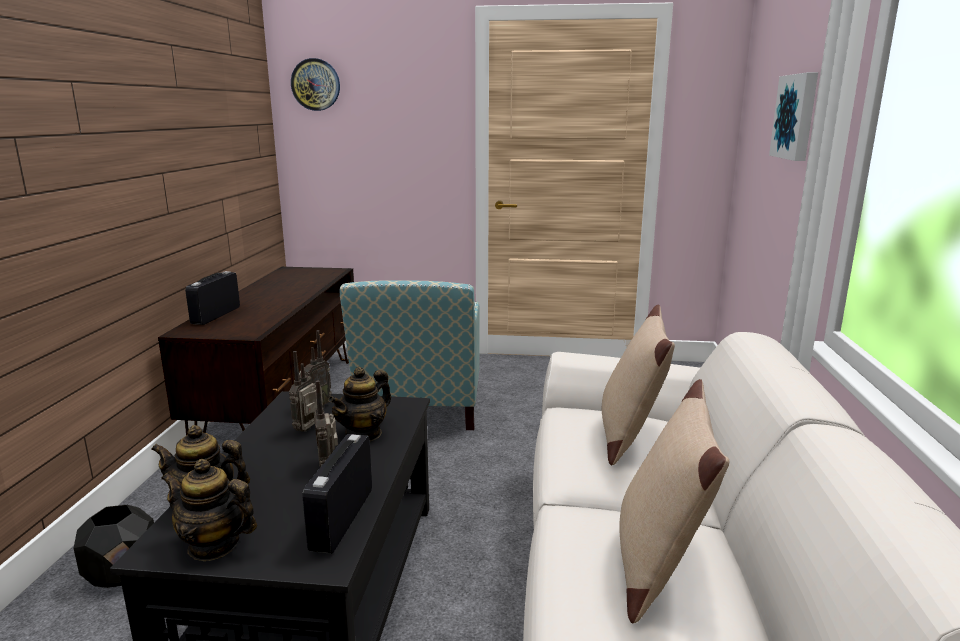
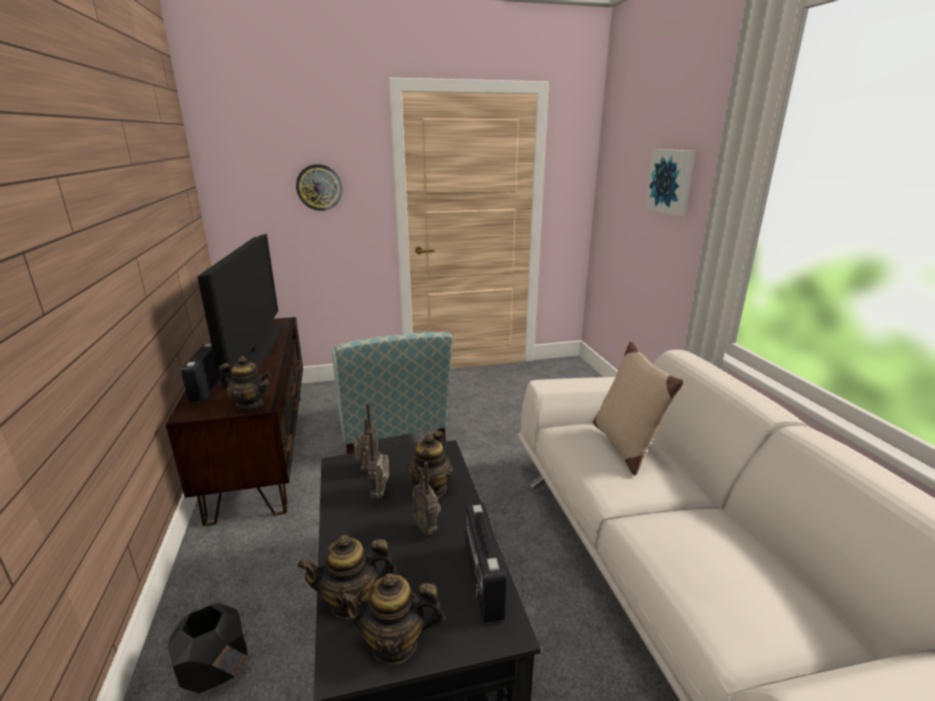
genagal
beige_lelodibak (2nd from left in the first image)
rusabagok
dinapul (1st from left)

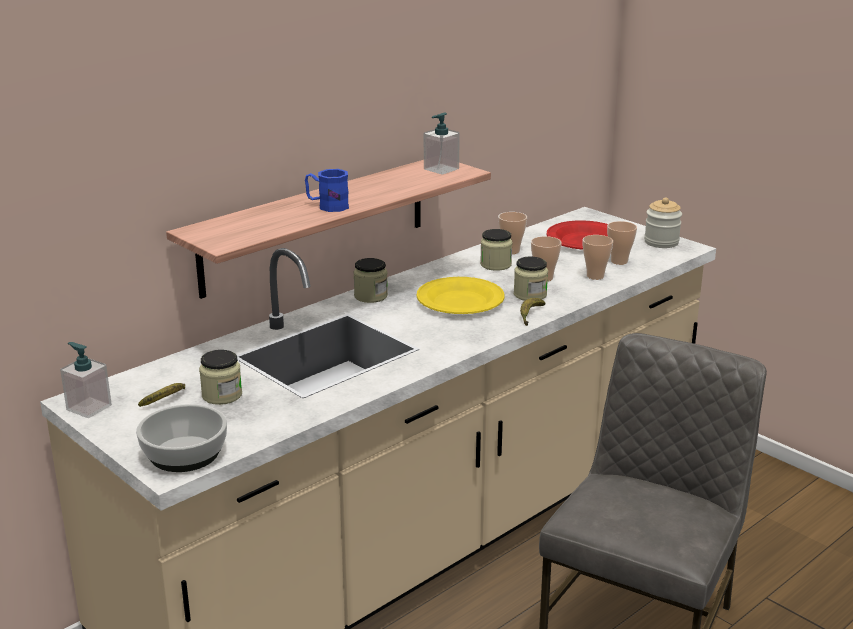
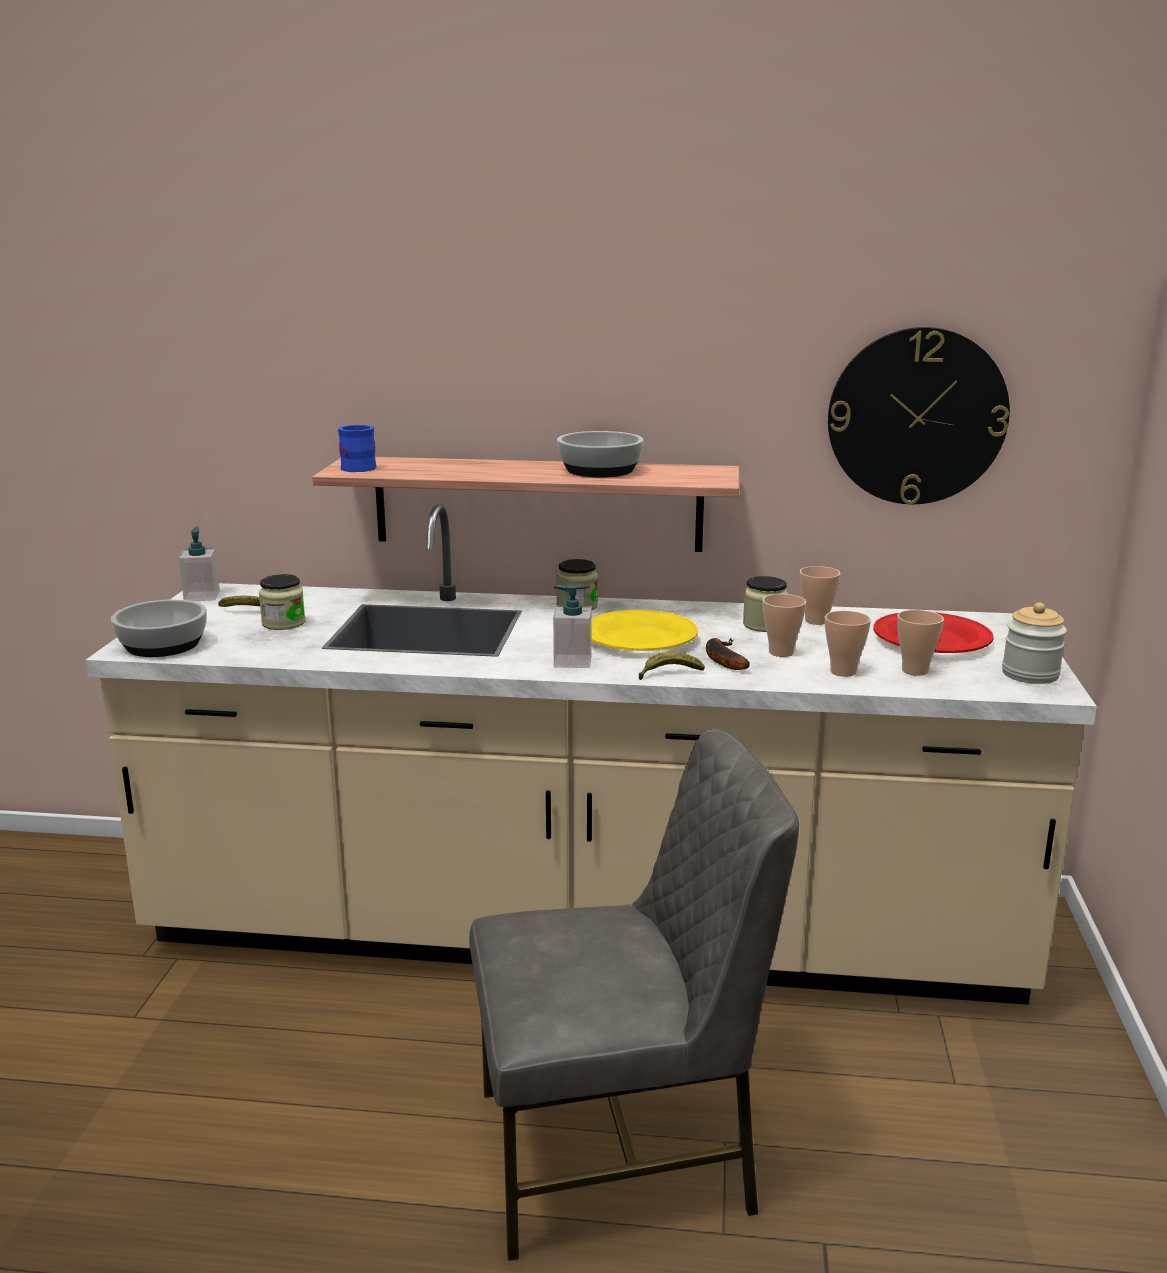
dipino (2nd from left)
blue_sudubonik
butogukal (3rd from left)
genagal
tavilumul (2nd from left)

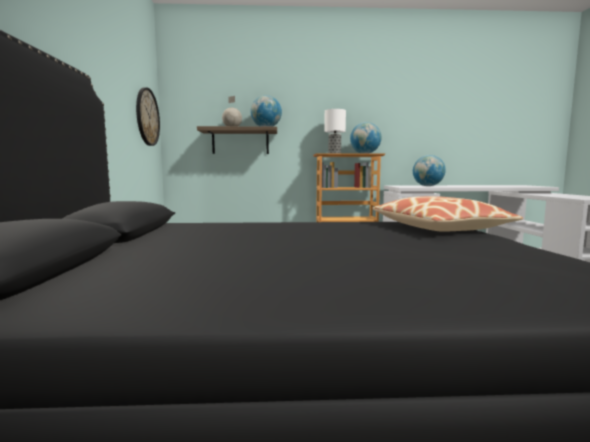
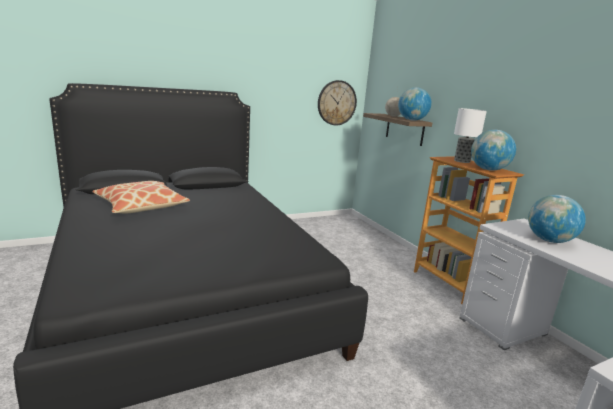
lelodibak

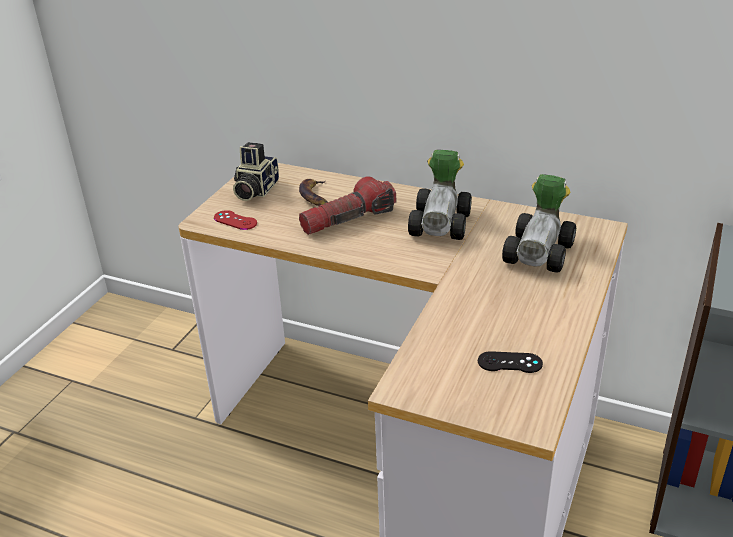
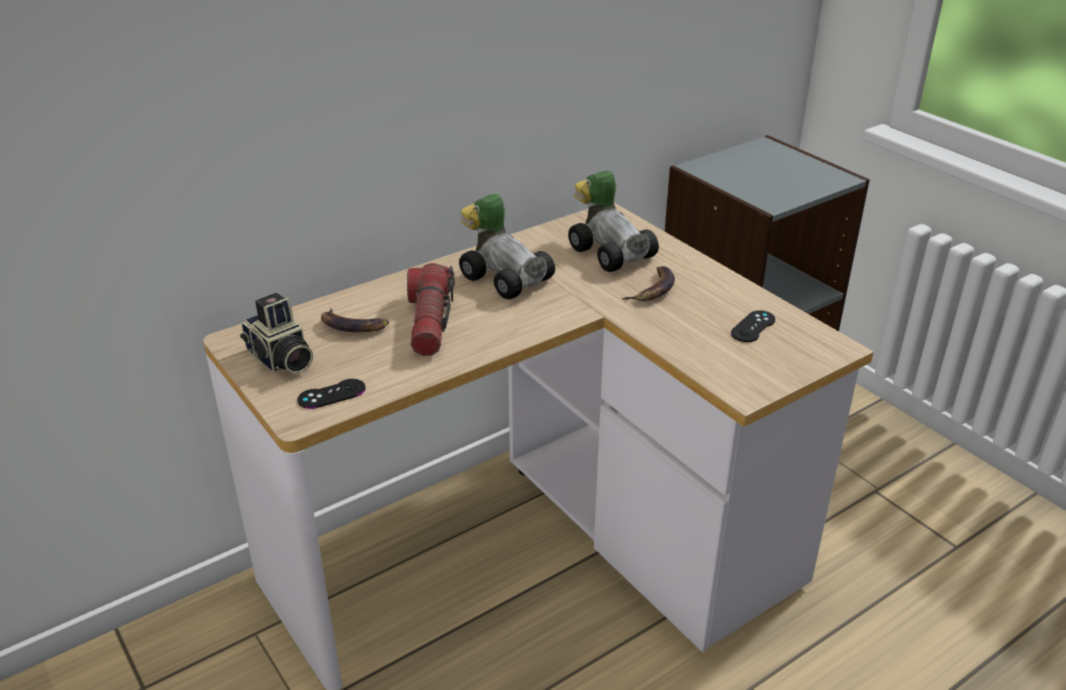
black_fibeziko (1st from left)
butogukal (2nd from left)

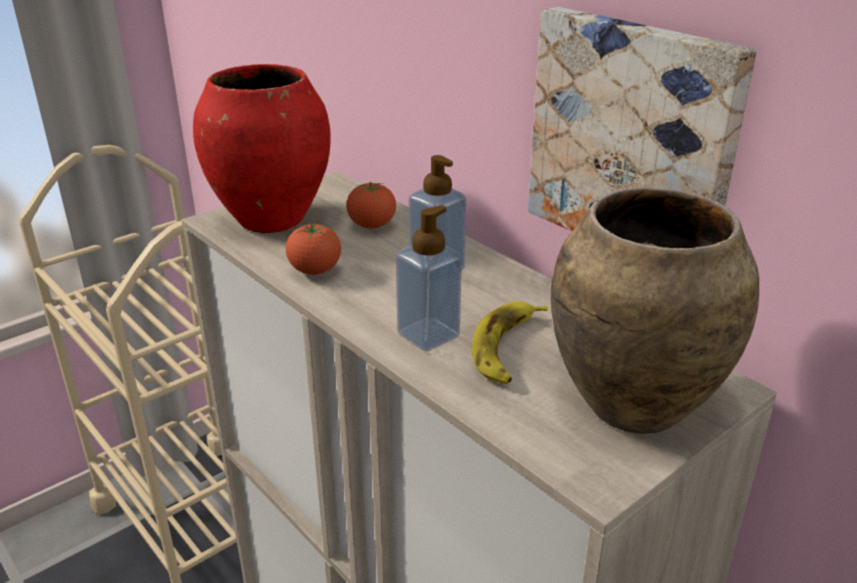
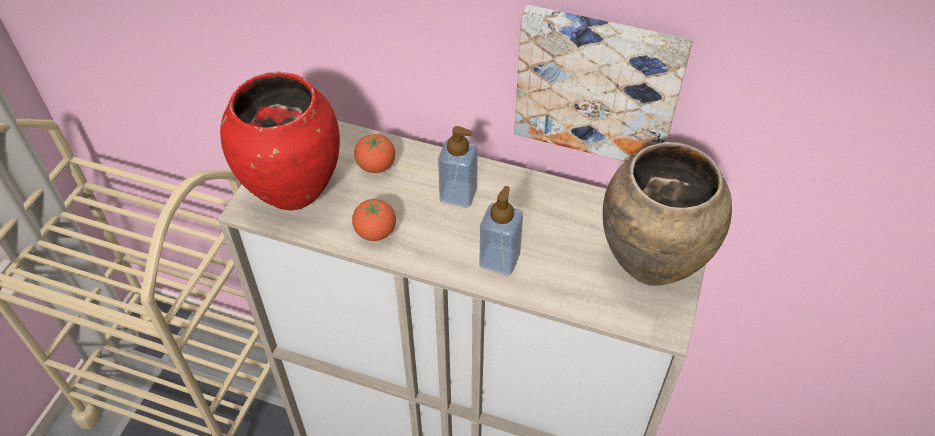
butogukal

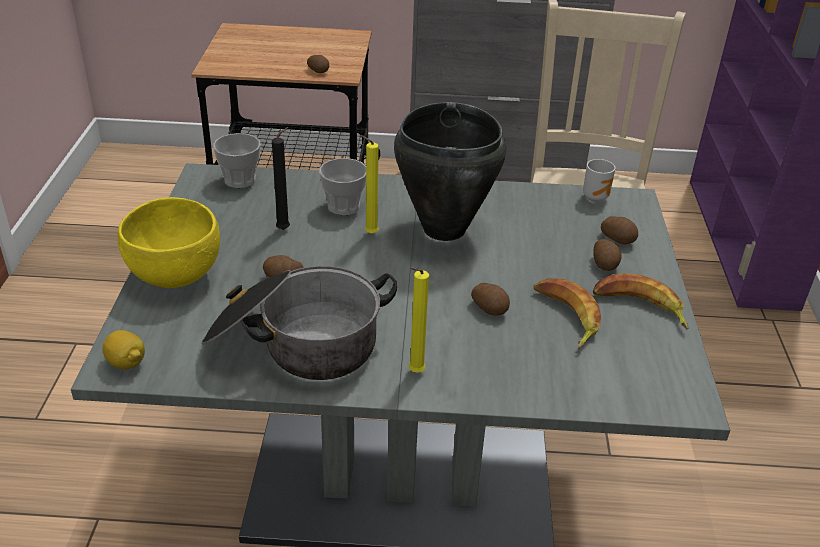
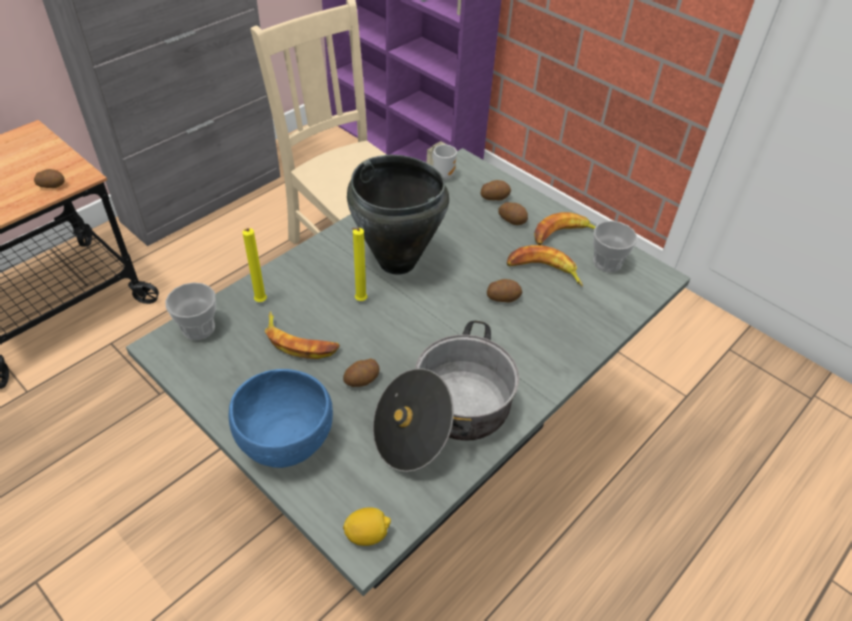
butogukal (1st from left)
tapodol (2nd from left)
blue_tavilumul
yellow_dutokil (1st from left)

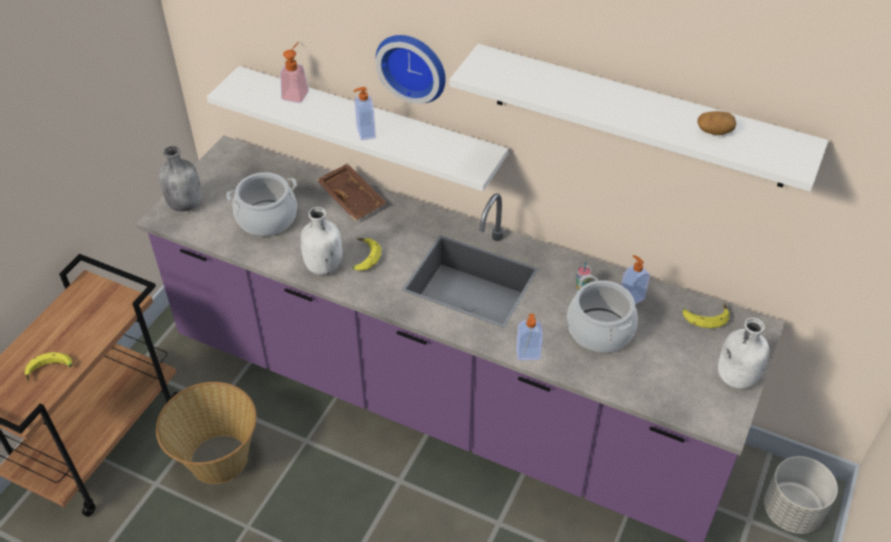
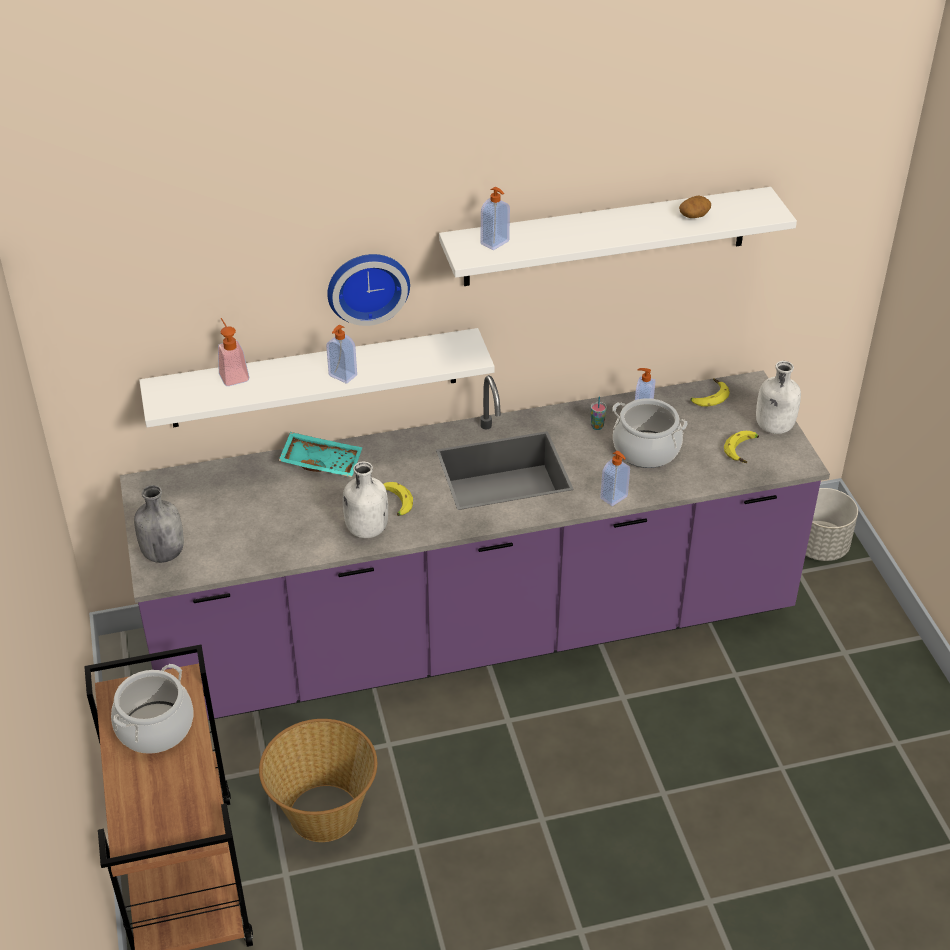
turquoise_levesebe
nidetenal (1st from left)
butogukal (3rd from left)
dipino (3rd from left)

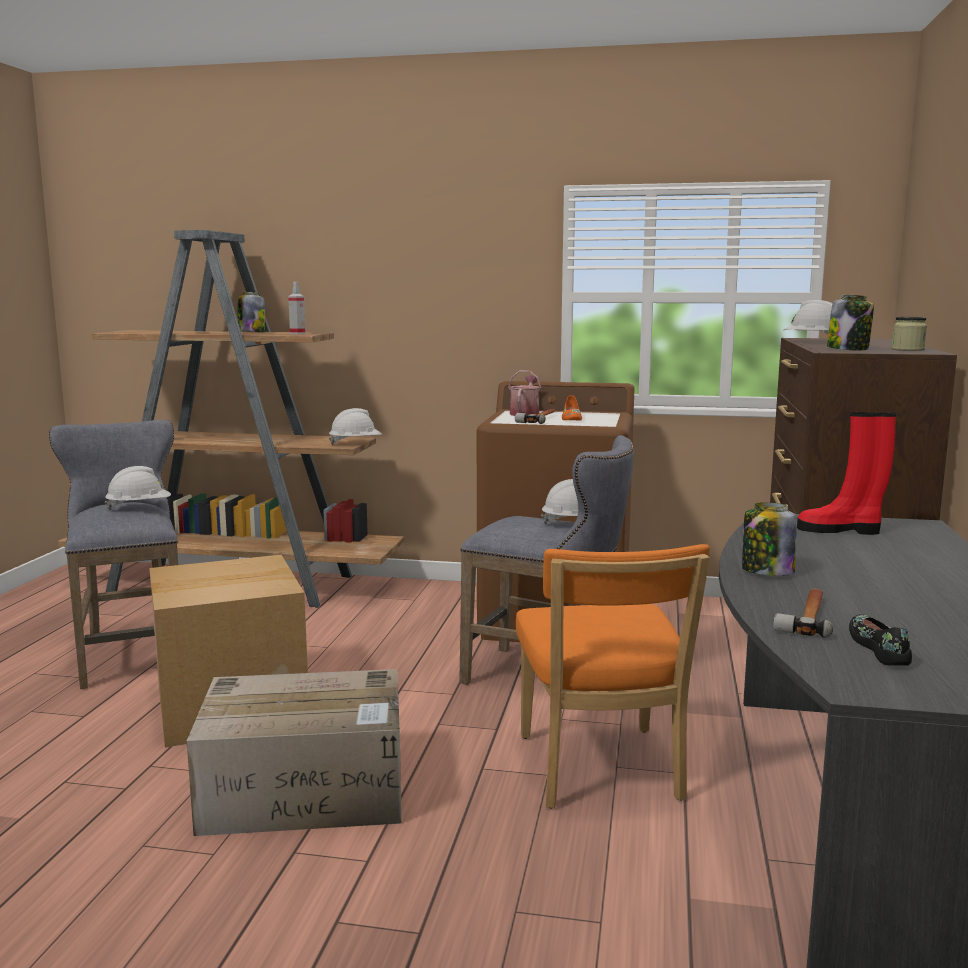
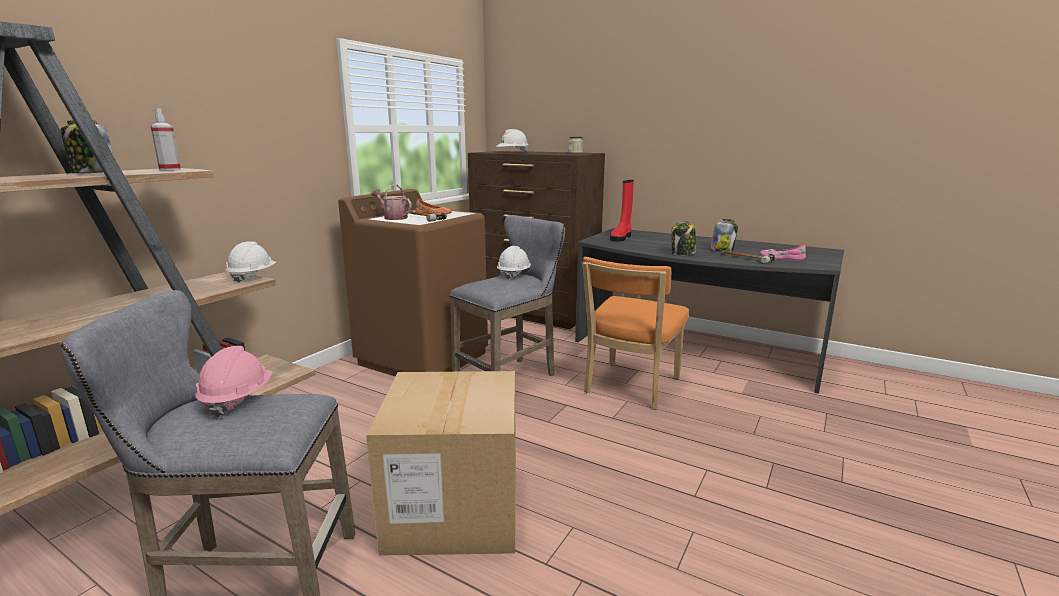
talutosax (4th from left)
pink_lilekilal
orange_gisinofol
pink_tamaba
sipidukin (2nd from left in the first image)

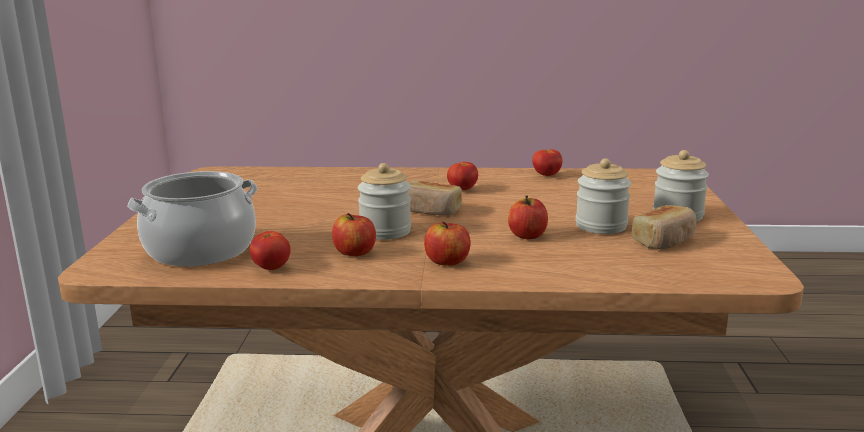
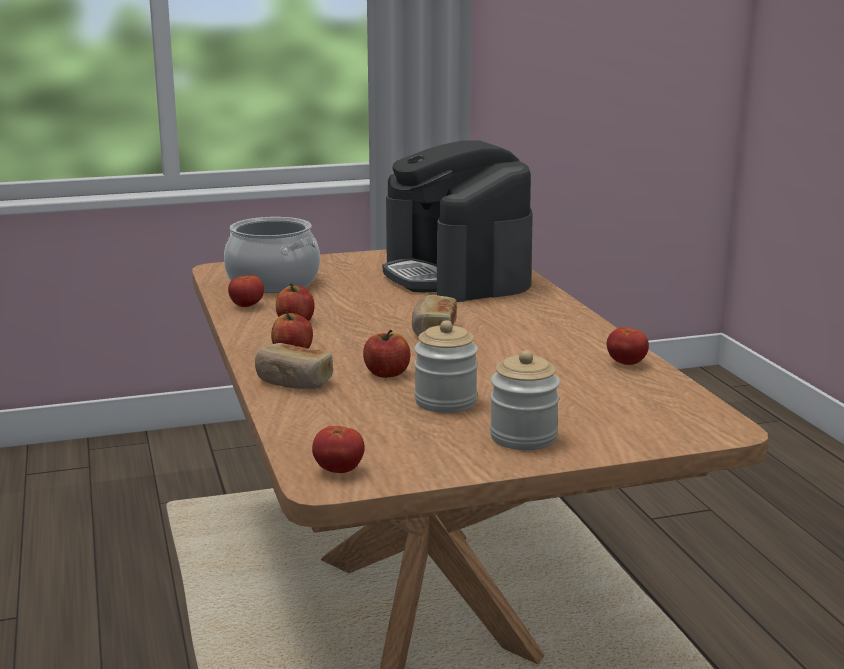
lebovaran (2nd from left)
talutosax (1st from left in the first image)
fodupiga (1st from left)
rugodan

